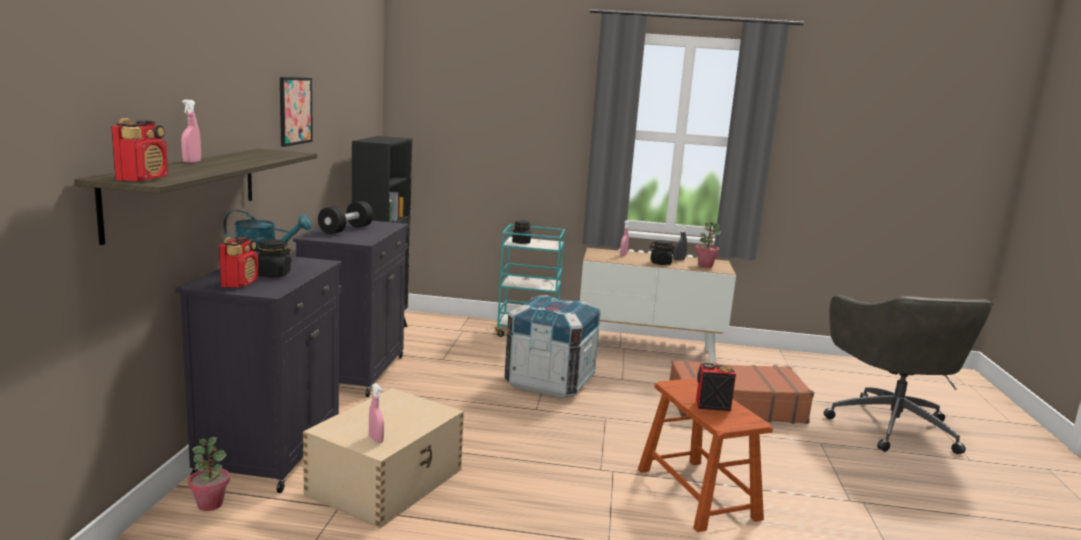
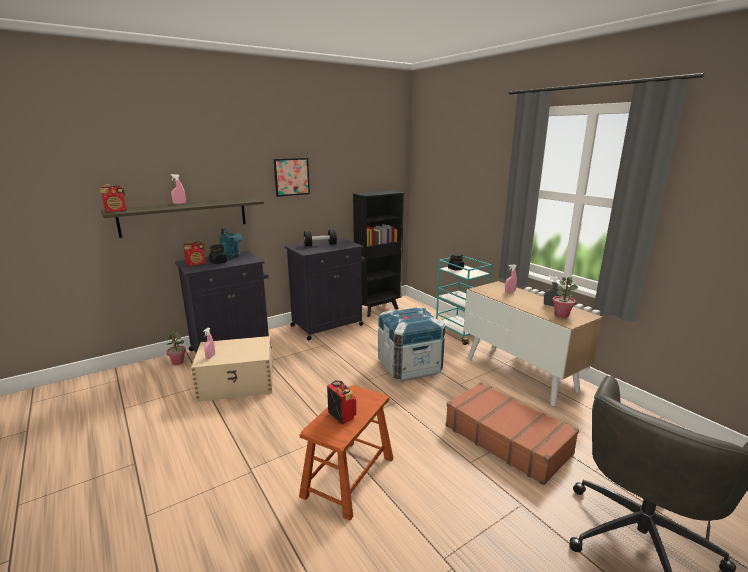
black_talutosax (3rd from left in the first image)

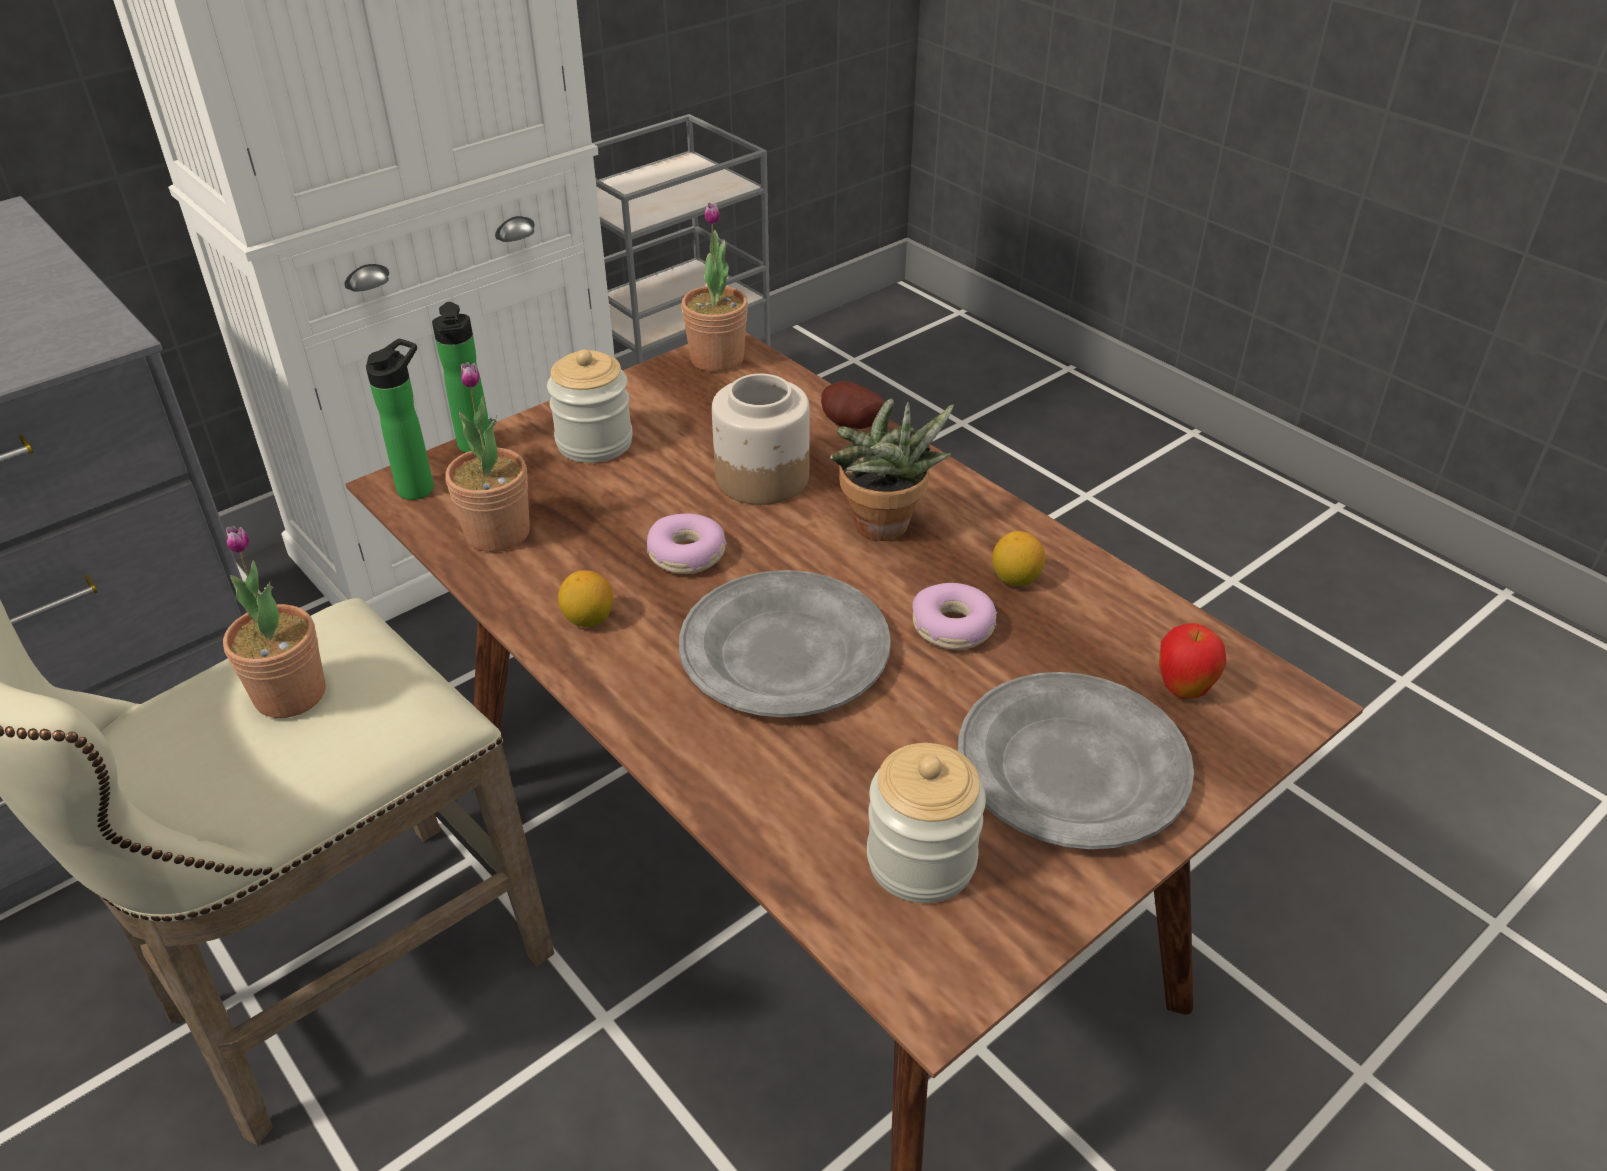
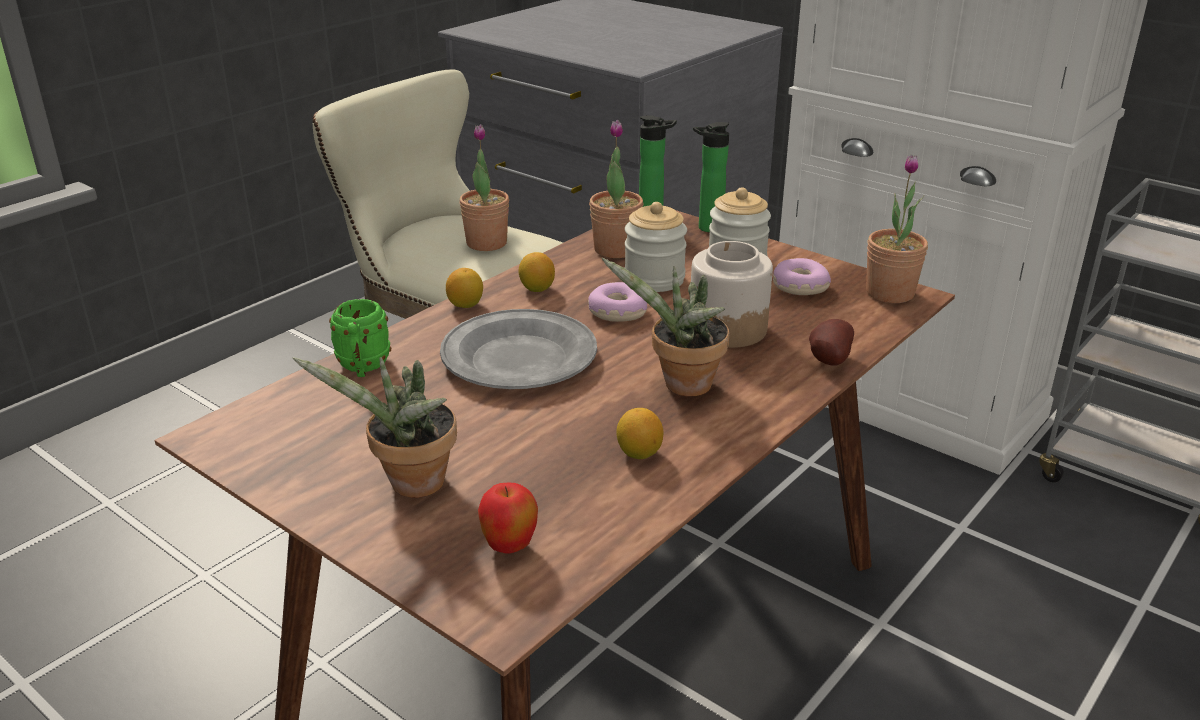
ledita (2nd from left)
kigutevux (1st from left)
talutosax (1st from left)
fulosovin (1st from left)
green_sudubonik

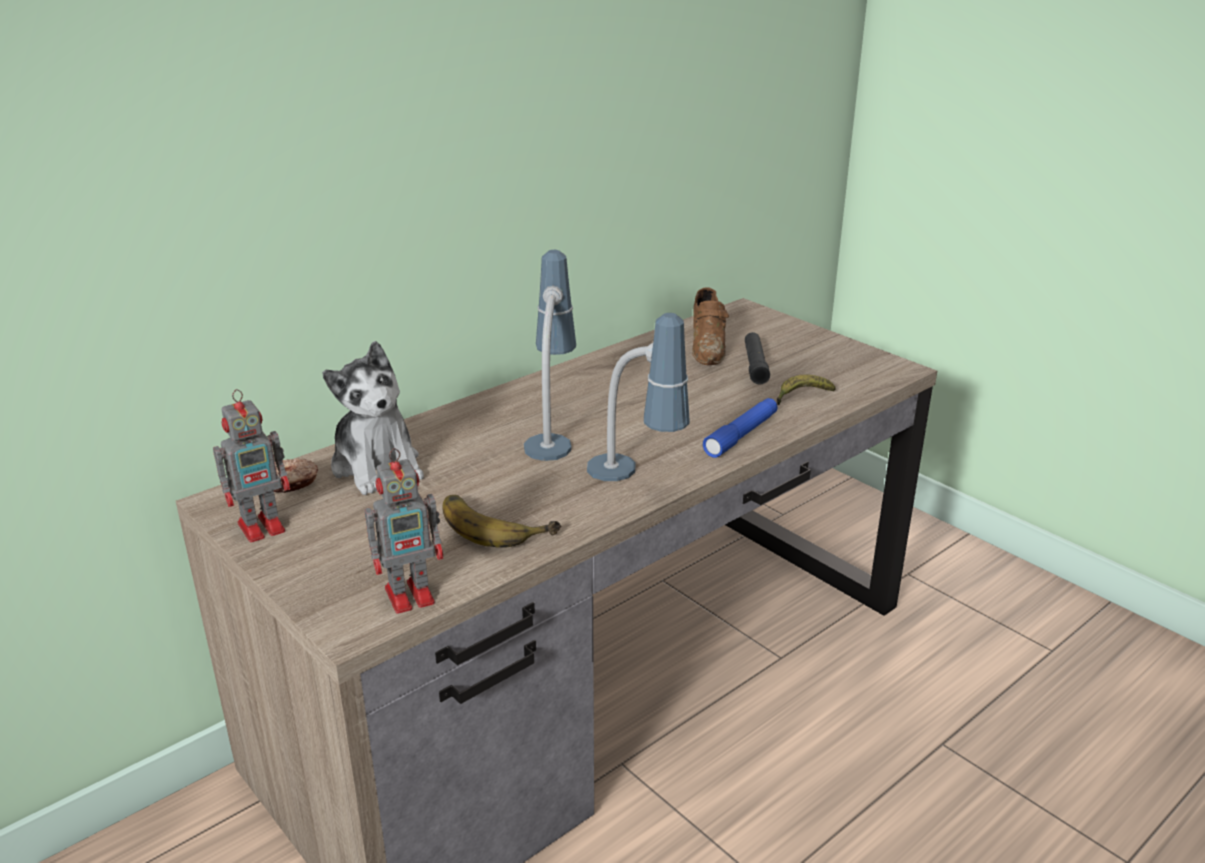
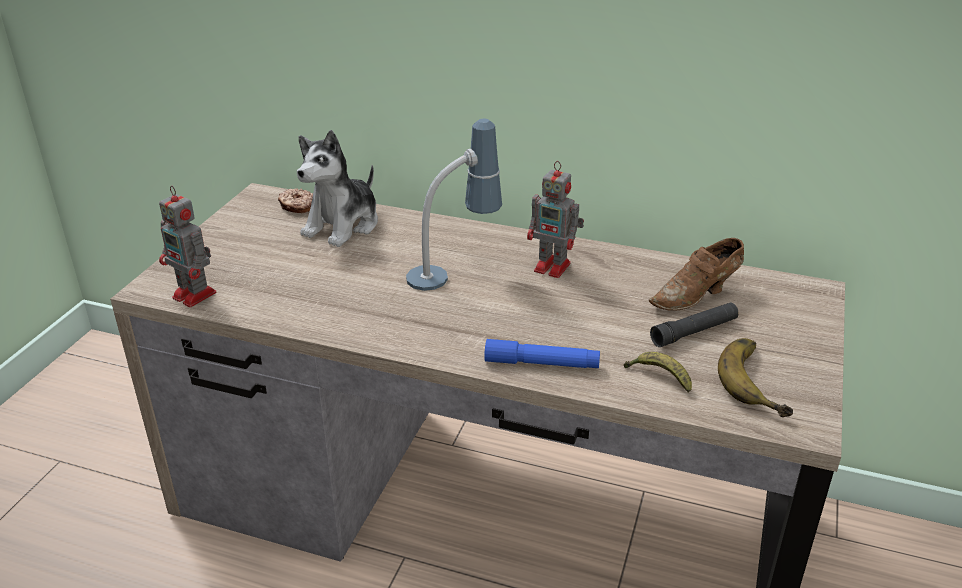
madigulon (2nd from left in the first image)
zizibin (2nd from left)
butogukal (2nd from left)

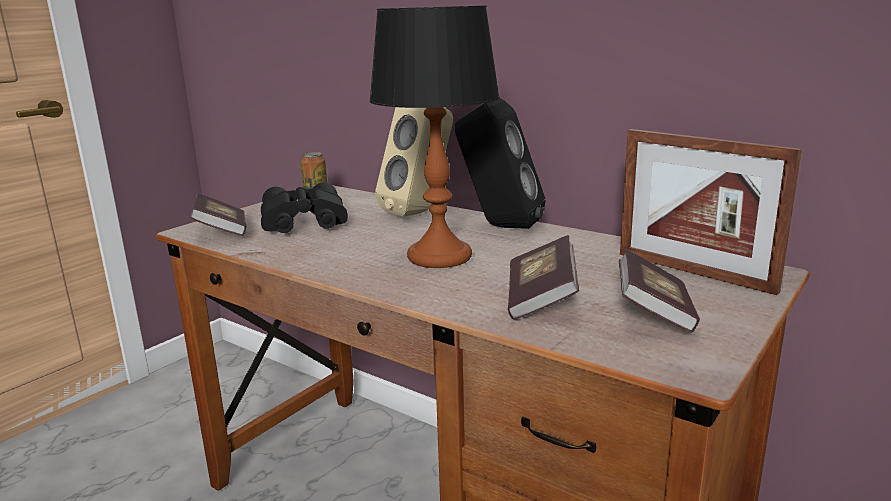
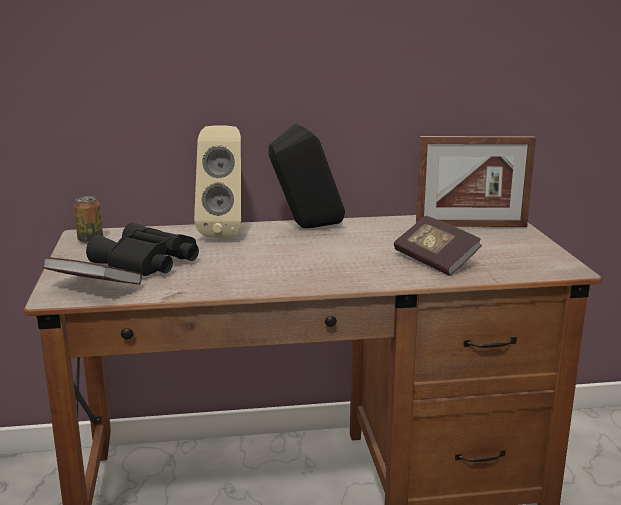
madigulon
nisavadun (3rd from left in the first image)

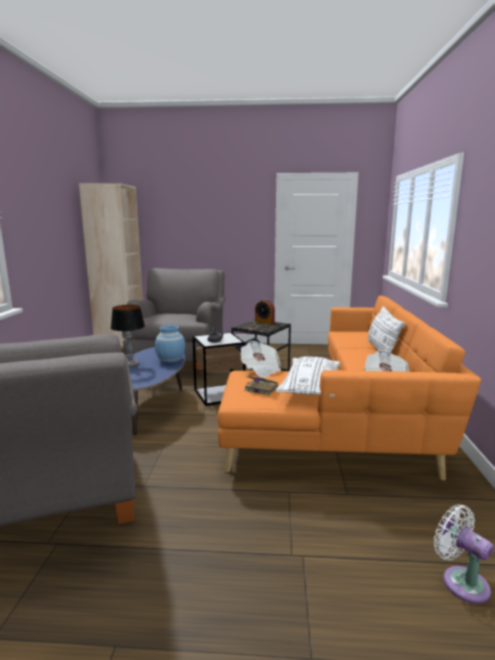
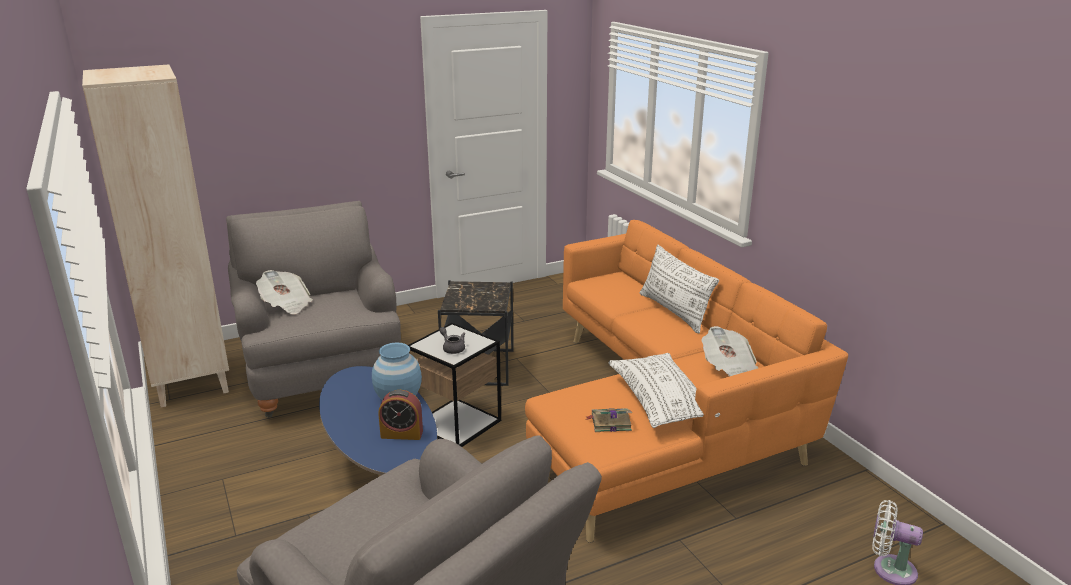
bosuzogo
madigulon
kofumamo (1st from left)

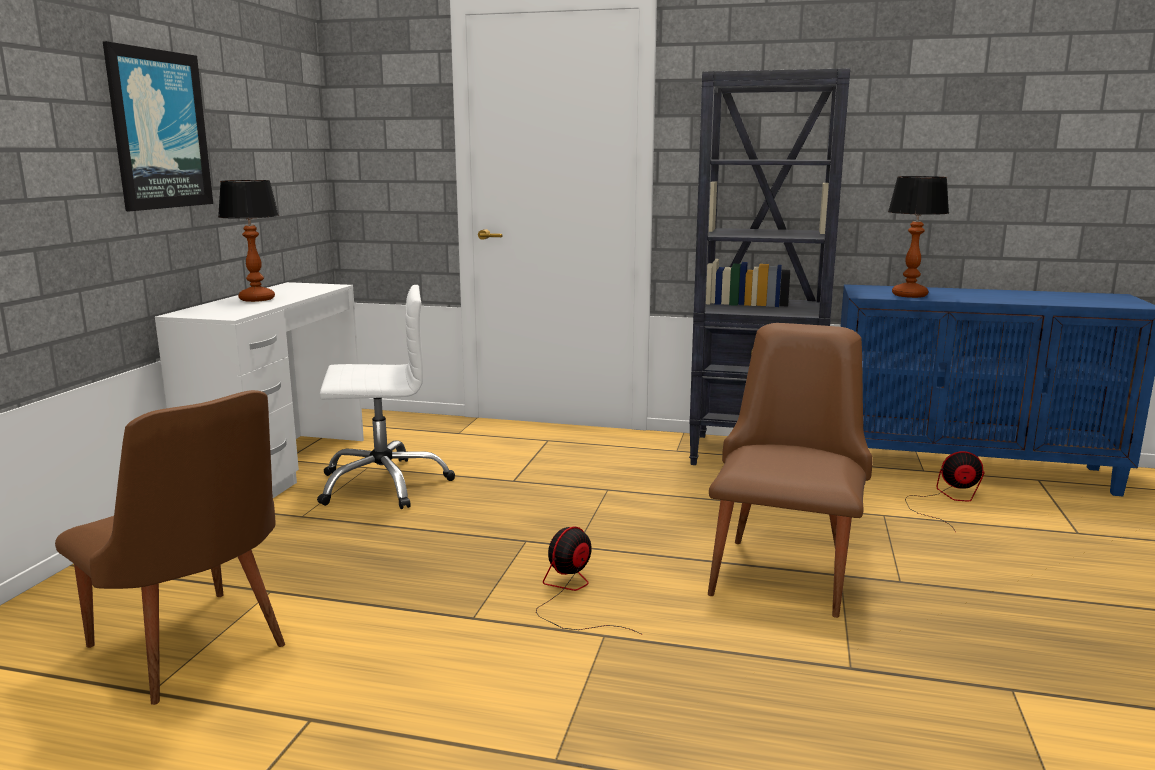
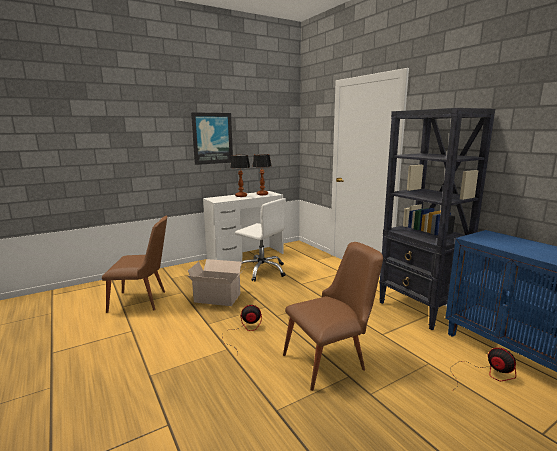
madigulon (2nd from left)
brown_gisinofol (1st from left)
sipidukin

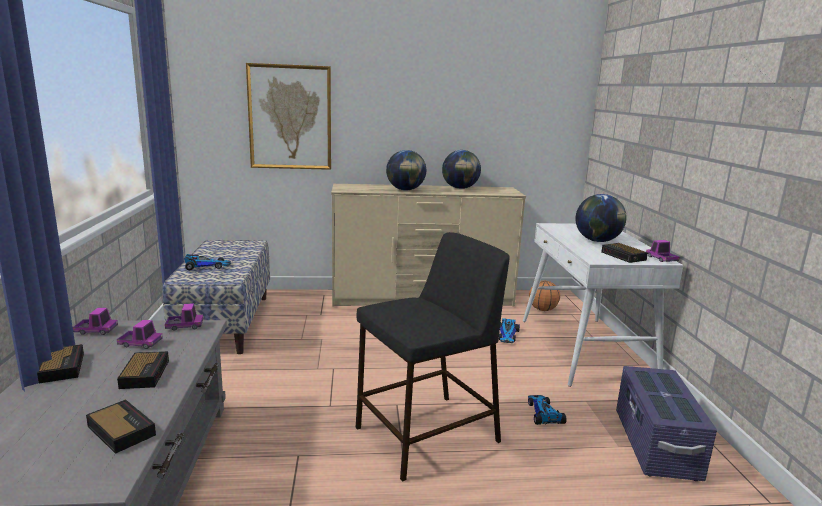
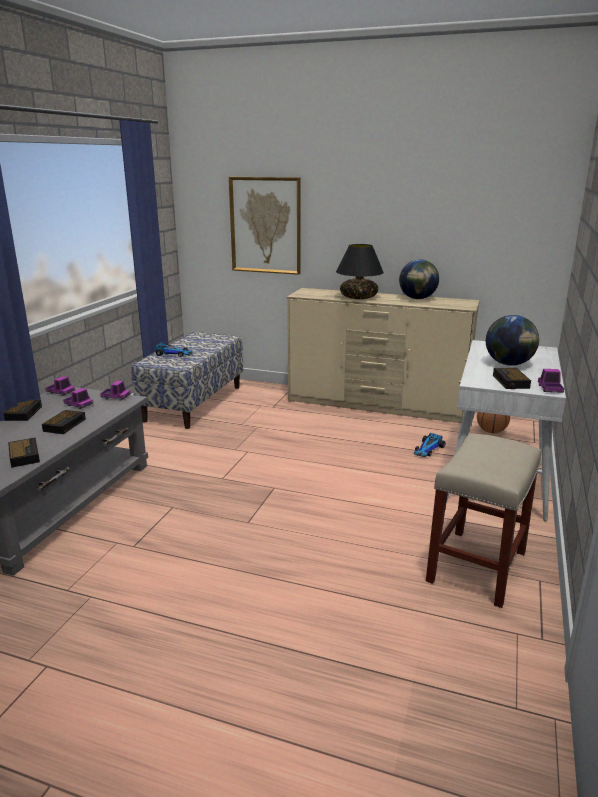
black_madigulon
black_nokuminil
beige_nokuminil
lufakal (3rd from left in the first image)

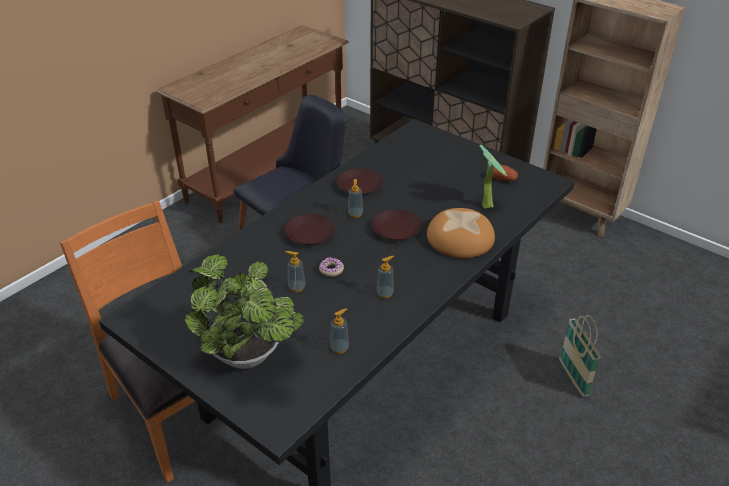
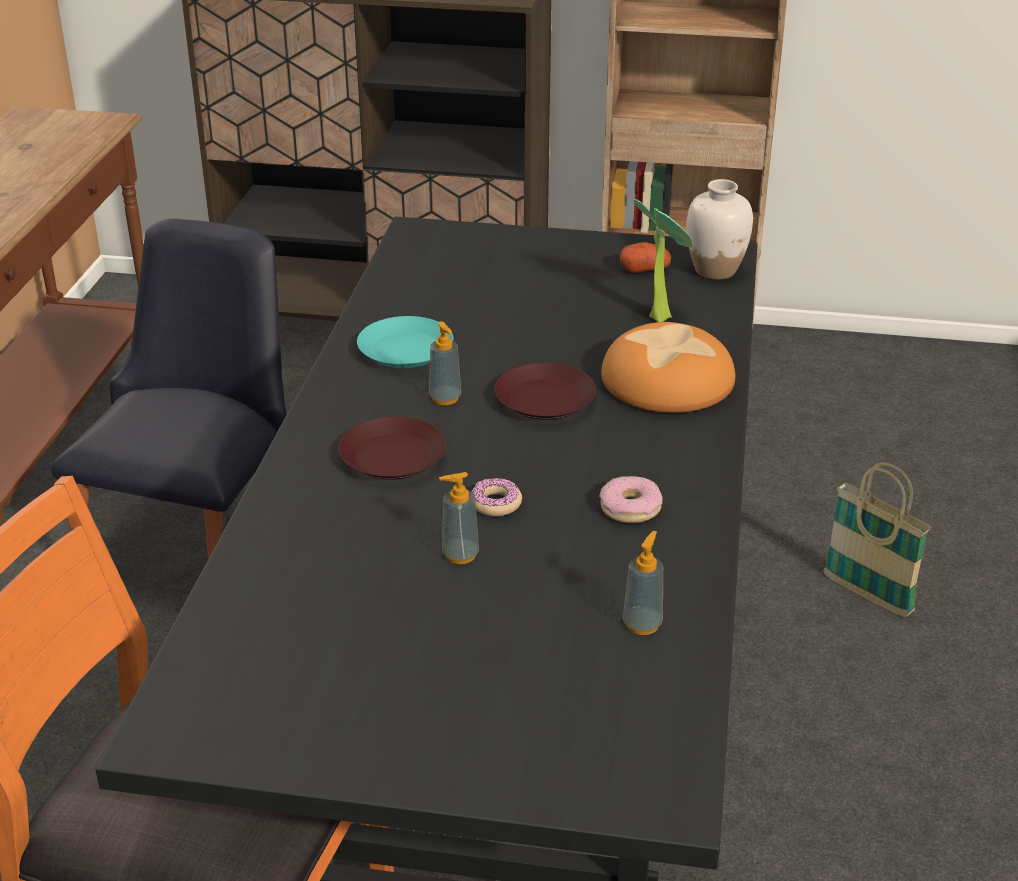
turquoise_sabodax
kigutevux (1st from left in the first image)
ledita (2nd from left)
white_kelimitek

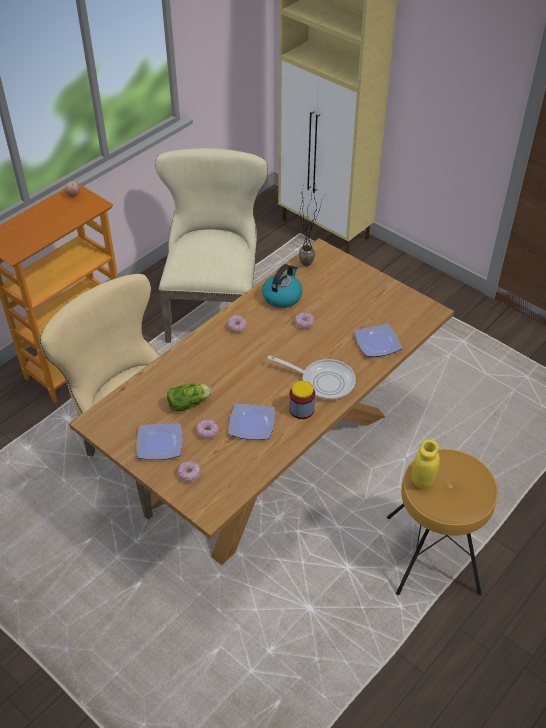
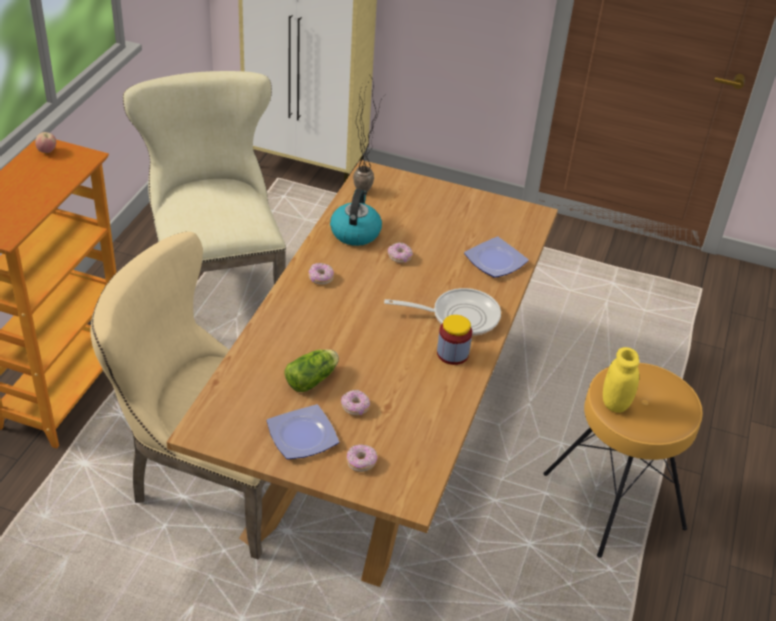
sabodax (2nd from left in the first image)

